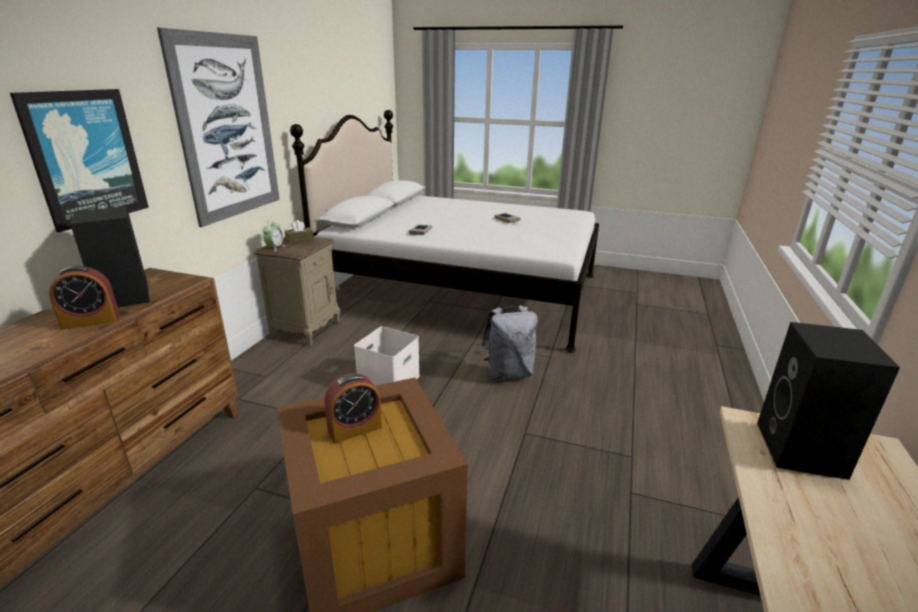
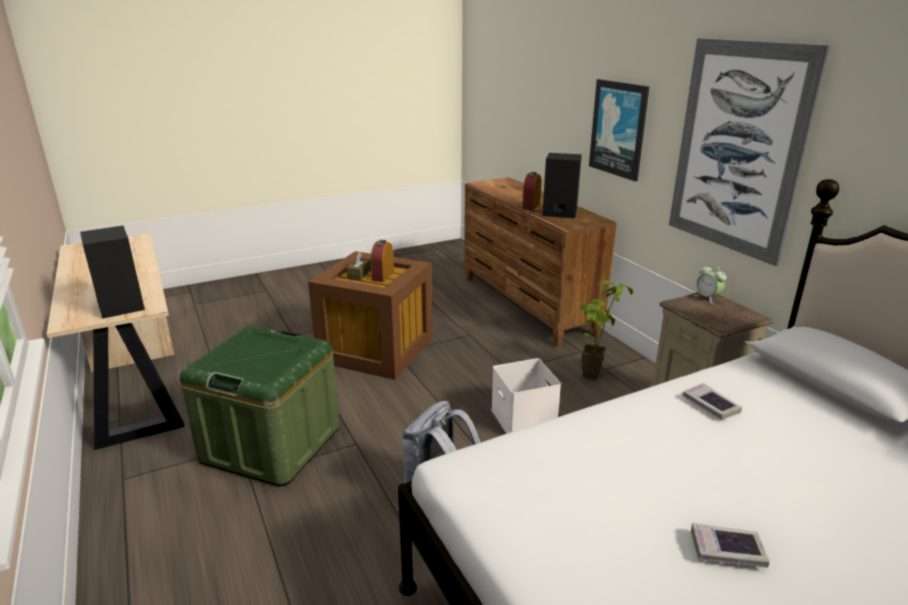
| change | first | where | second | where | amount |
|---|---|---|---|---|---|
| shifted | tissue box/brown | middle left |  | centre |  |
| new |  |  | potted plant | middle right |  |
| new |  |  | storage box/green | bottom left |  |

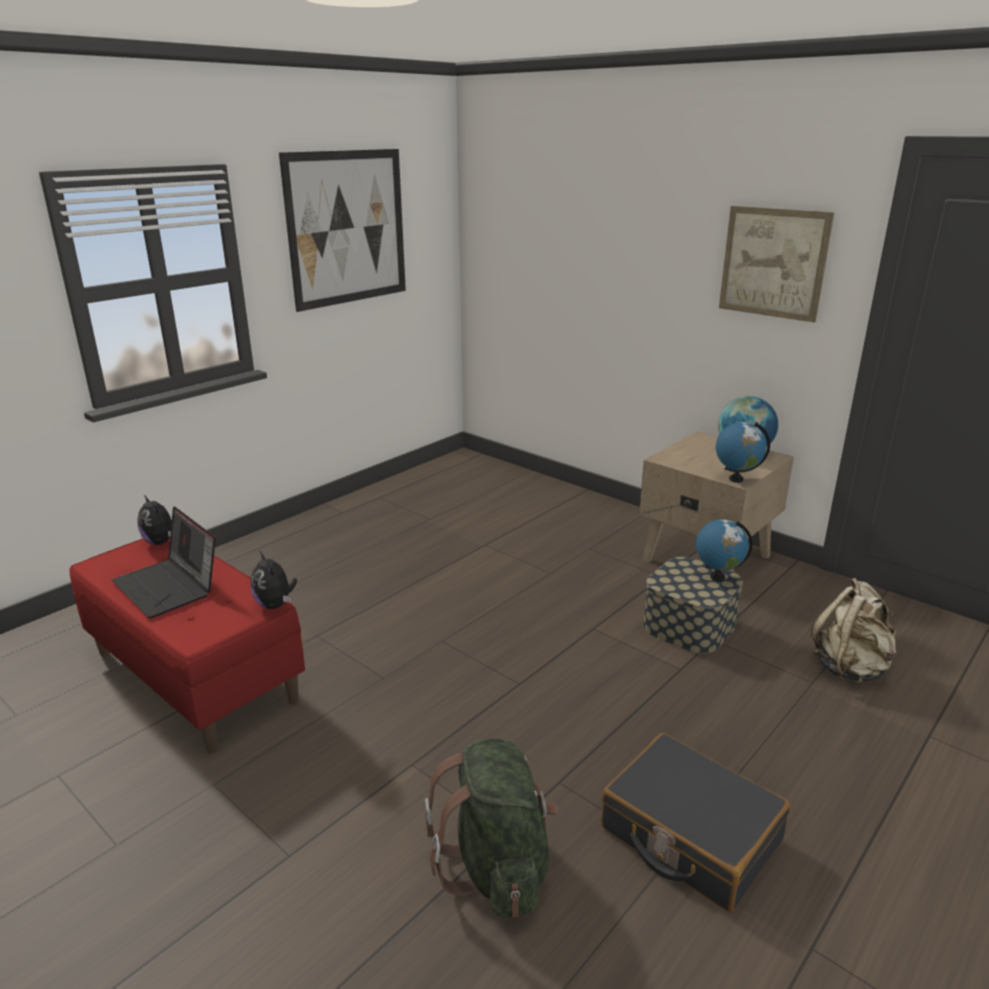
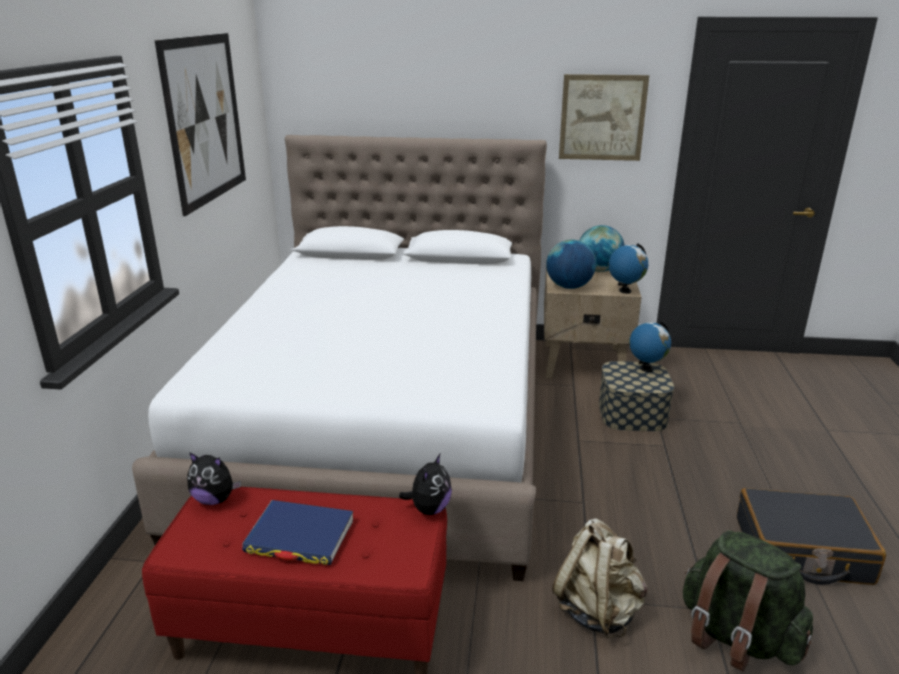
| change | first | where | second | where | amount |
|---|---|---|---|---|---|
| swapped | laptop | middle left | book/blue | bottom left |  |
| rotated | plush toy (no. 2 from left) | middle left |  | bottom centre | 90 degrees counterclockwise |
| shifted | backpack/beige | middle right |  | bottom centre |  |
| new |  |  | bed/white | centre |  |
| new |  |  | globe (no. 1 from left) | centre |  |

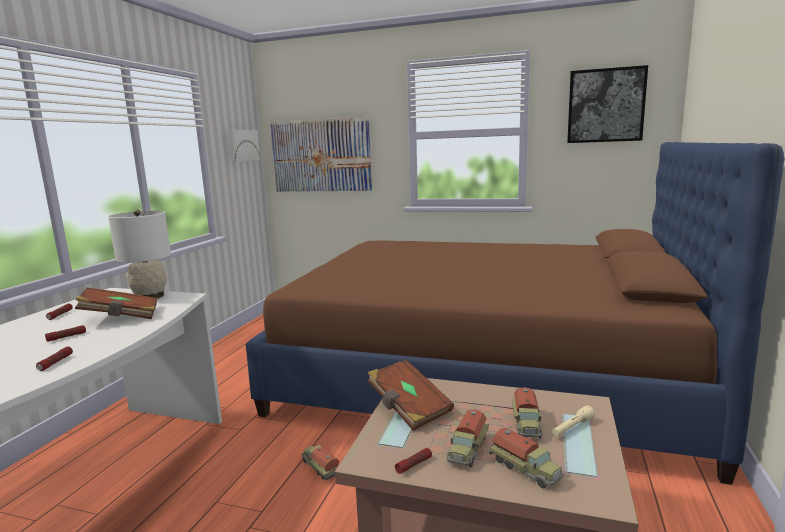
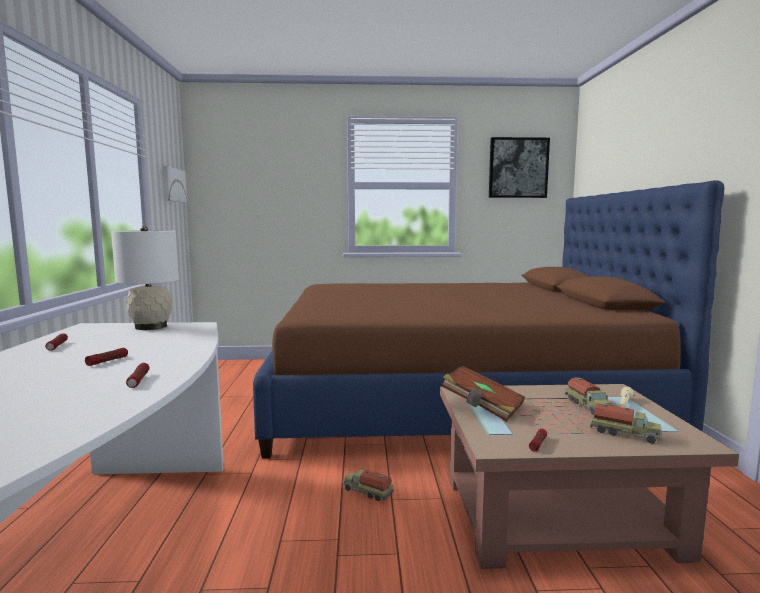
| change | first | where | second | where | amount |
|---|---|---|---|---|---|
| gone | picture (no. 2 from left) | top centre |  |  |  |
| gone | book/brown (no. 1 from left) | middle left |  |  |  |
| gone | toy truck (no. 2 from left) | bottom centre |  |  |  |

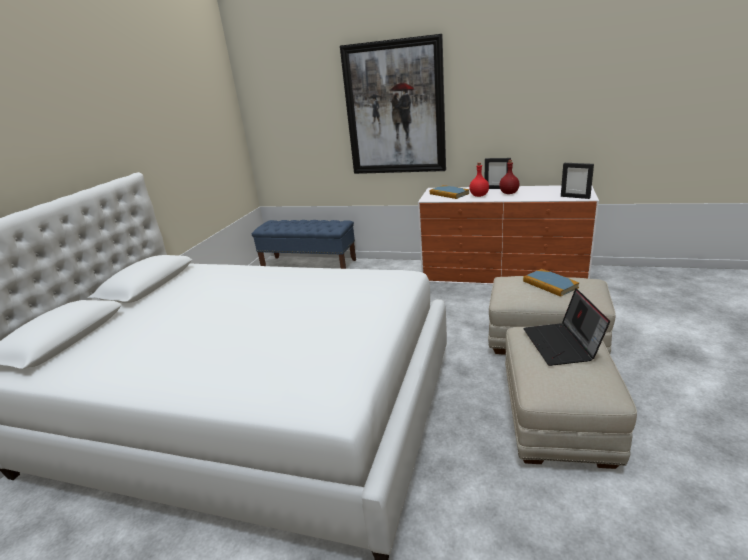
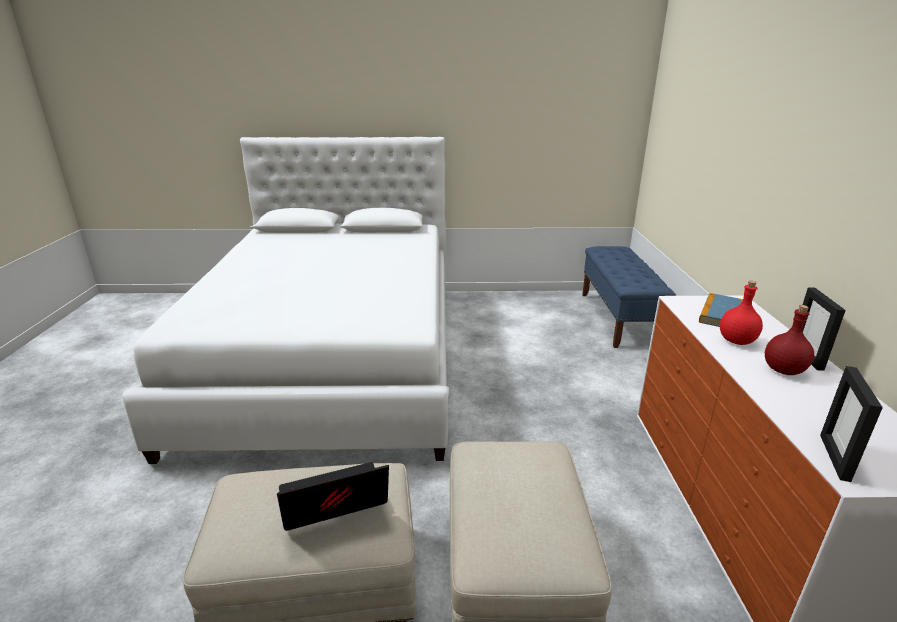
| change | first | where | second | where | amount |
|---|---|---|---|---|---|
| gone | picture | top centre |  |  |  |
| gone | book (no. 2 from left) | middle right |  |  |  |

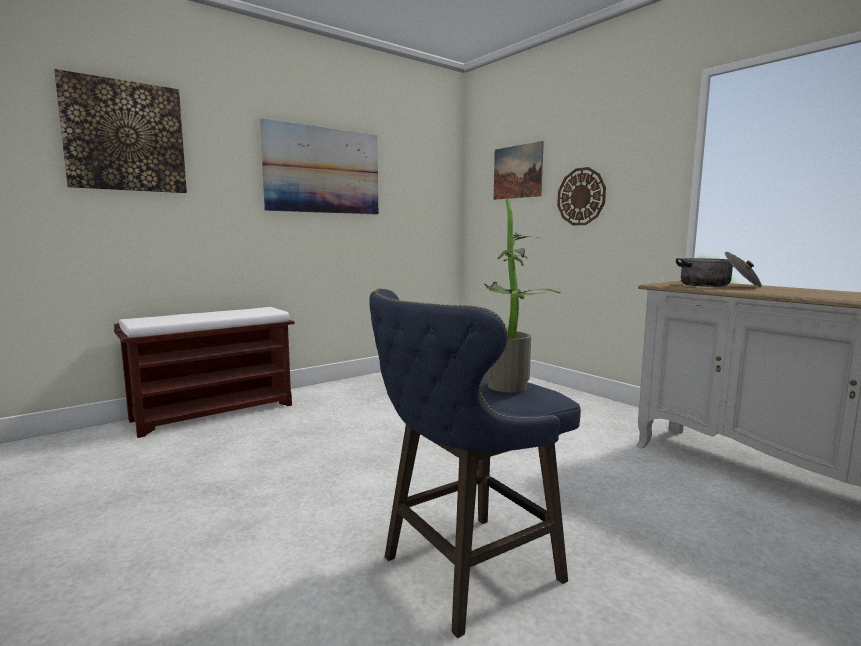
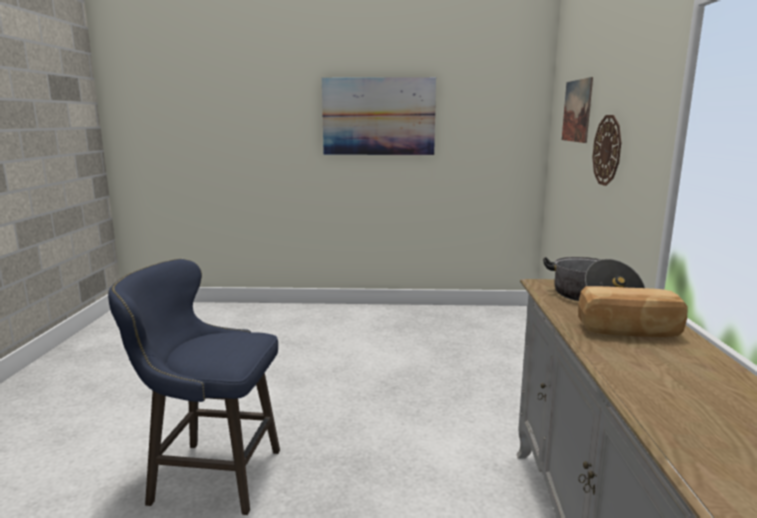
| change | first | where | second | where | amount |
|---|---|---|---|---|---|
| gone | picture (no. 1 from left) | top left |  |  |  |
| gone | potted plant | centre |  |  |  |
| gone | bench/brown | middle left |  |  |  |
| new |  |  | bread | middle right |  |

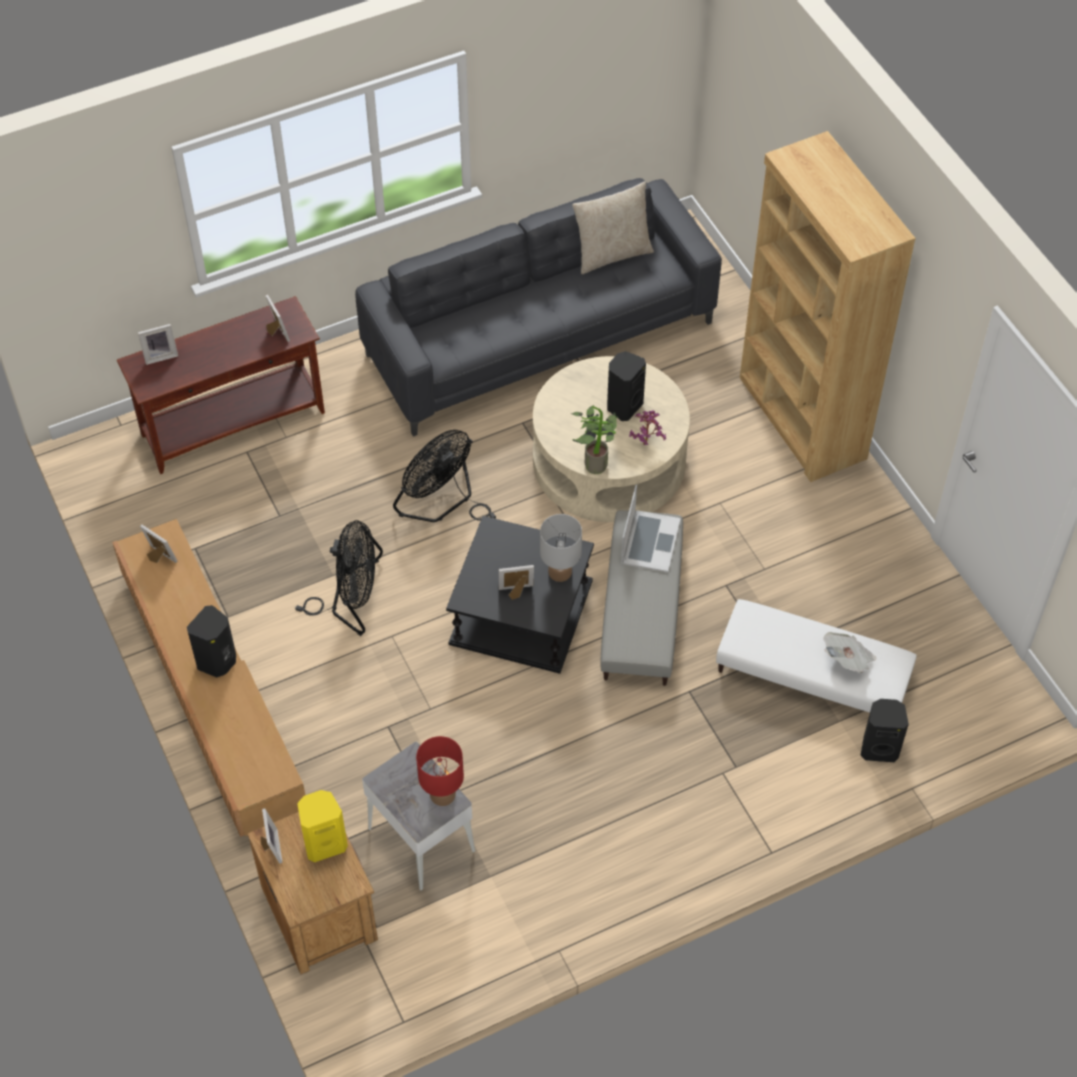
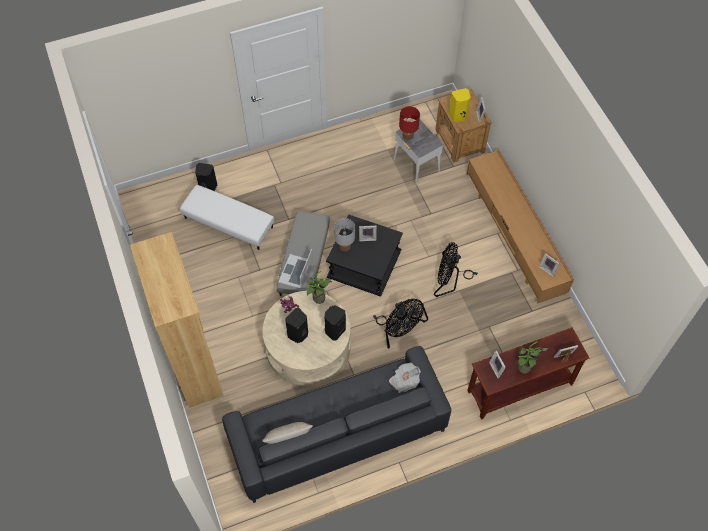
| change | first | where | second | where | amount |
|---|---|---|---|---|---|
| shifted | speaker/black (no. 1 from left in the first image) | middle left | speaker/black (no. 3 from left) | centre |  |
| shifted | newspaper | middle right |  | bottom centre |  |
| new |  |  | potted plant (no. 3 from left) | bottom right |  |

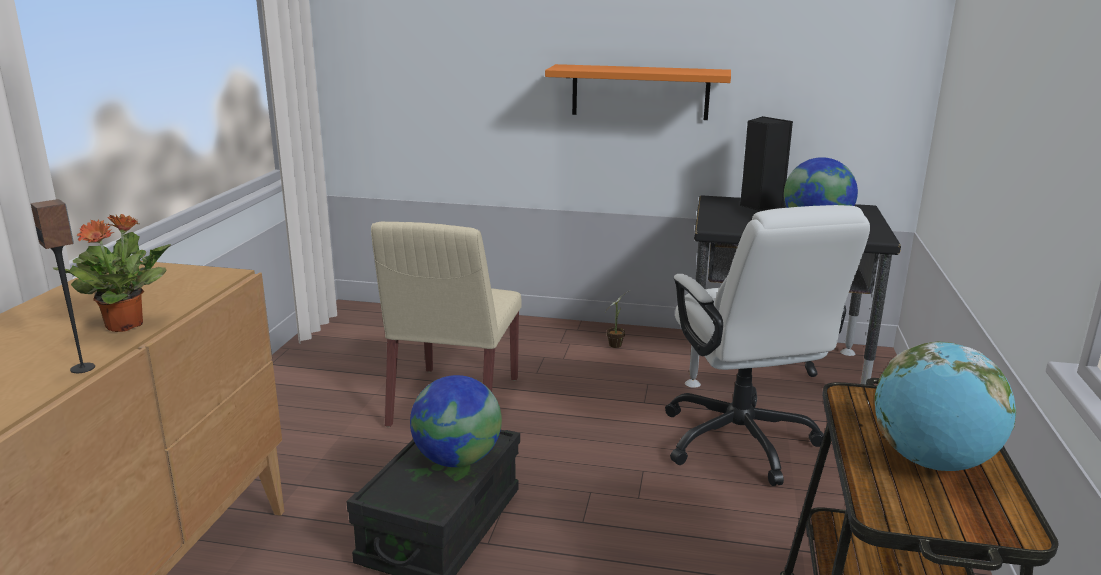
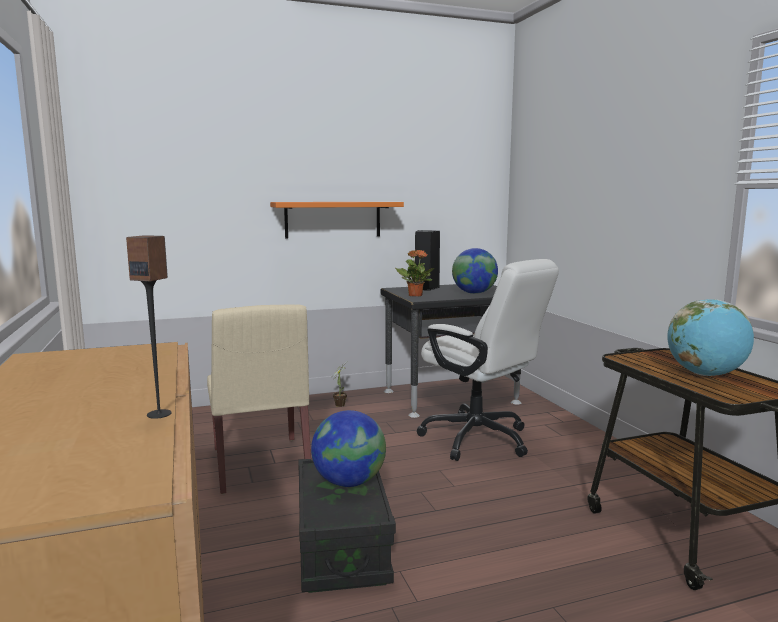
| change | first | where | second | where | amount |
|---|---|---|---|---|---|
| shifted | potted plant (no. 1 from left in the first image) | middle left | potted plant (no. 2 from left) | centre |  |

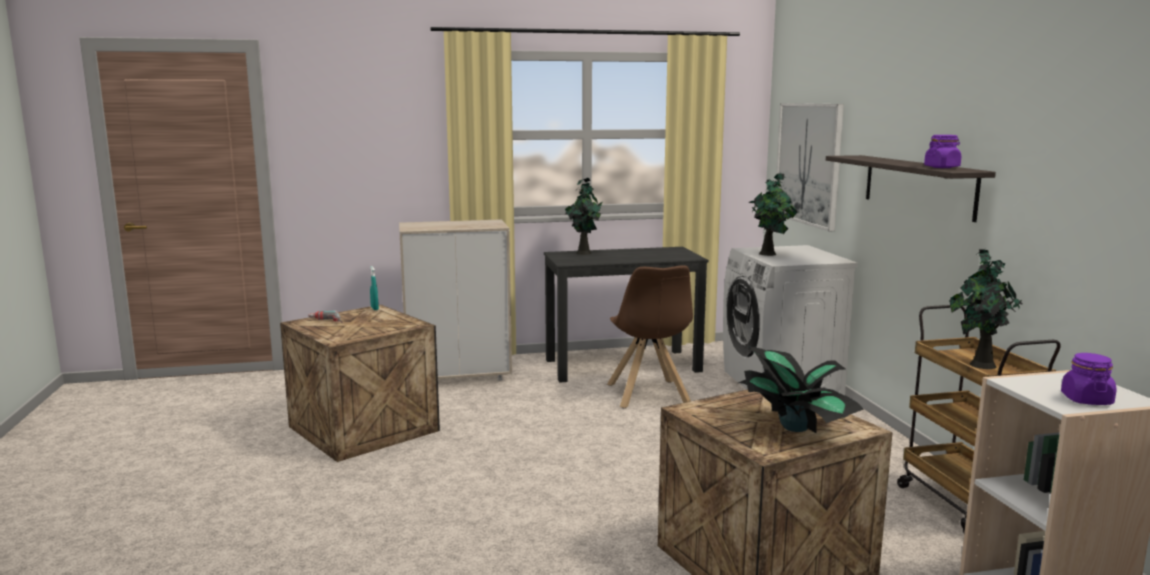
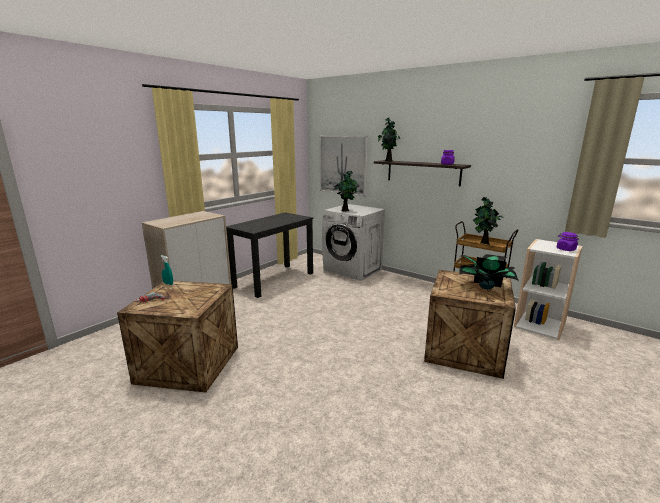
| change | first | where | second | where | amount |
|---|---|---|---|---|---|
| shifted | potted plant (no. 1 from left in the first image) | centre | potted plant (no. 2 from left) | top centre |  |
| gone | chair/brown | centre |  |  |  |

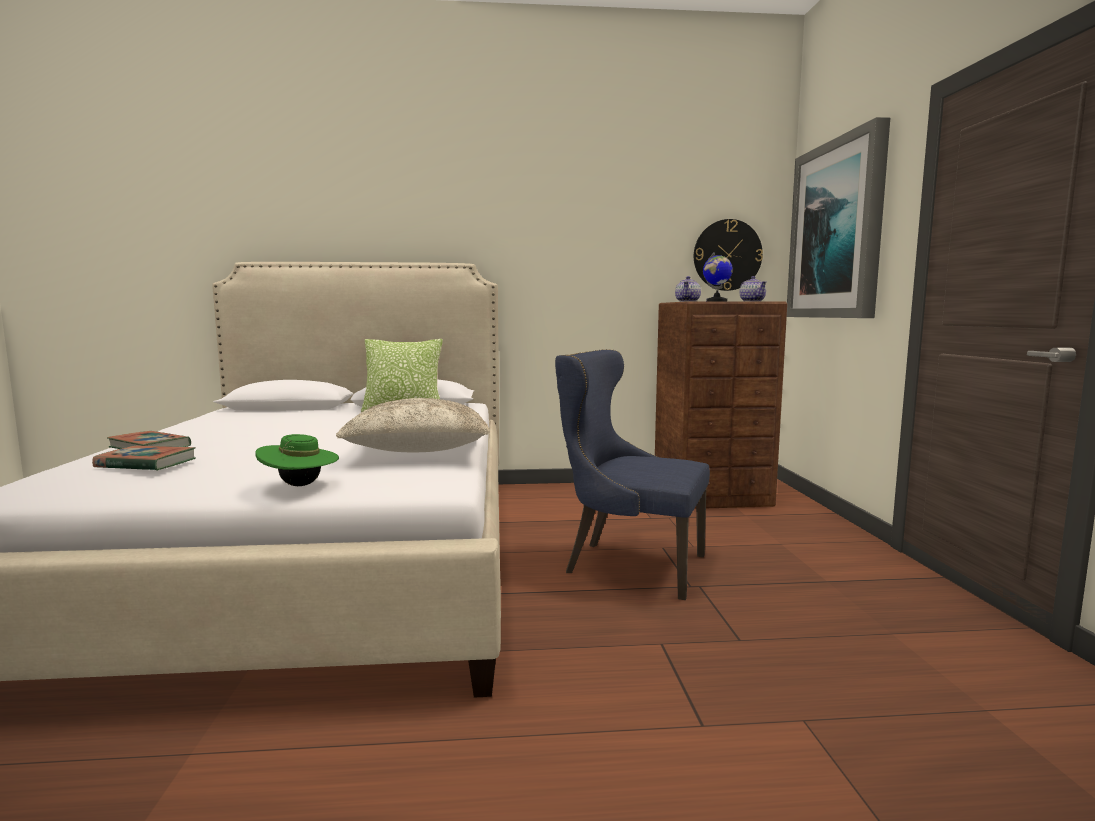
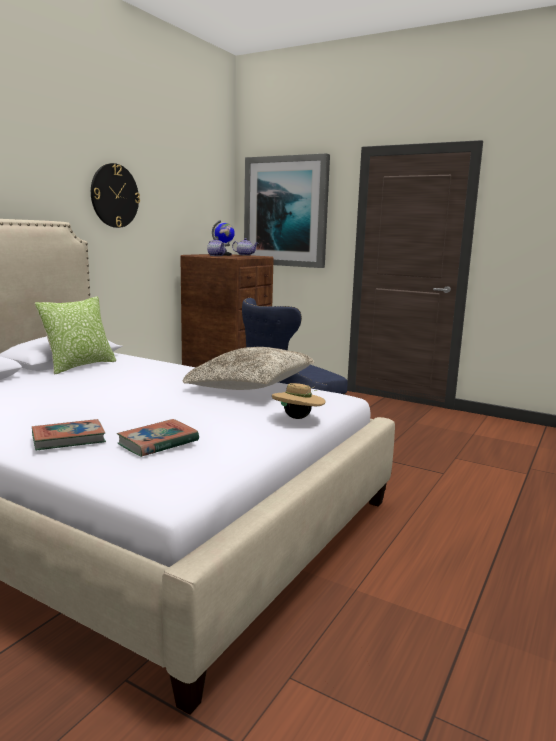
| change | first | where | second | where | amount |
|---|---|---|---|---|---|
| shifted | wall clock | top centre |  | top left |  |
| repainted | hat/green | middle left | hat/beige | centre |  |

